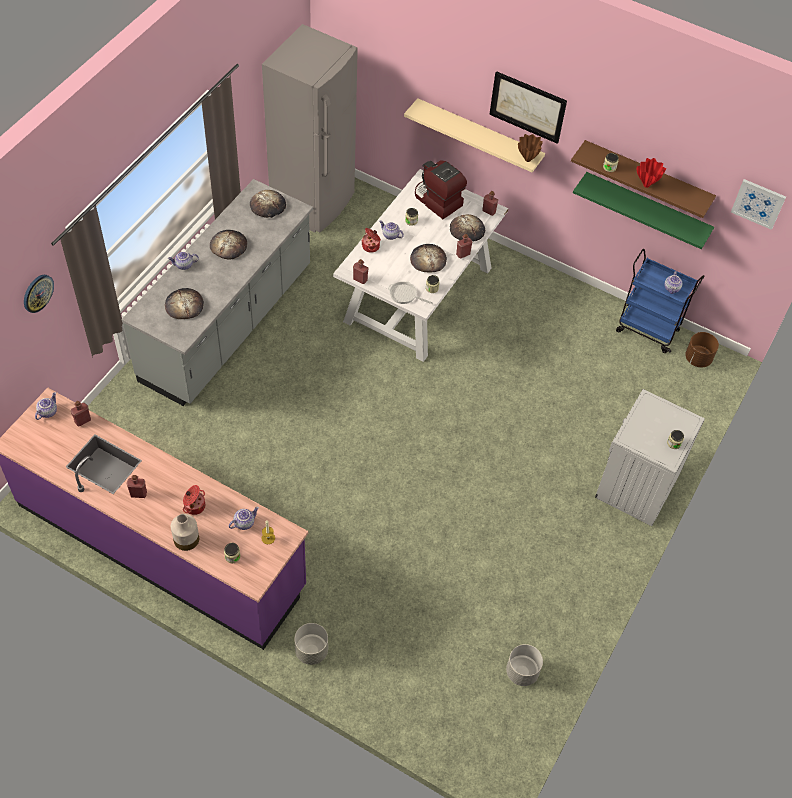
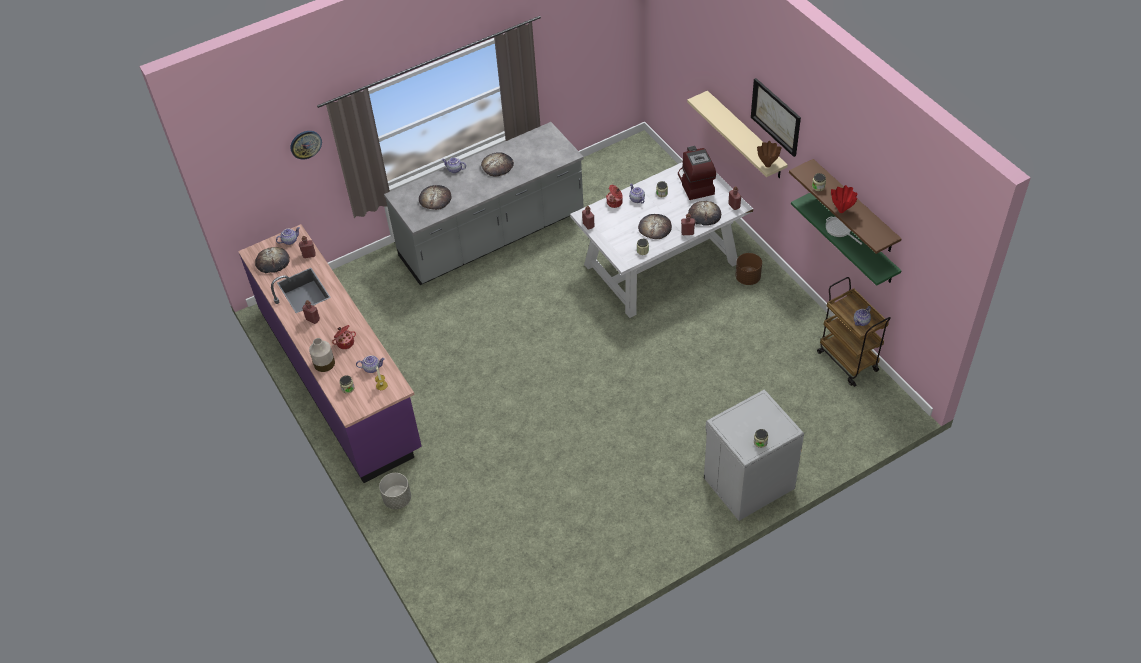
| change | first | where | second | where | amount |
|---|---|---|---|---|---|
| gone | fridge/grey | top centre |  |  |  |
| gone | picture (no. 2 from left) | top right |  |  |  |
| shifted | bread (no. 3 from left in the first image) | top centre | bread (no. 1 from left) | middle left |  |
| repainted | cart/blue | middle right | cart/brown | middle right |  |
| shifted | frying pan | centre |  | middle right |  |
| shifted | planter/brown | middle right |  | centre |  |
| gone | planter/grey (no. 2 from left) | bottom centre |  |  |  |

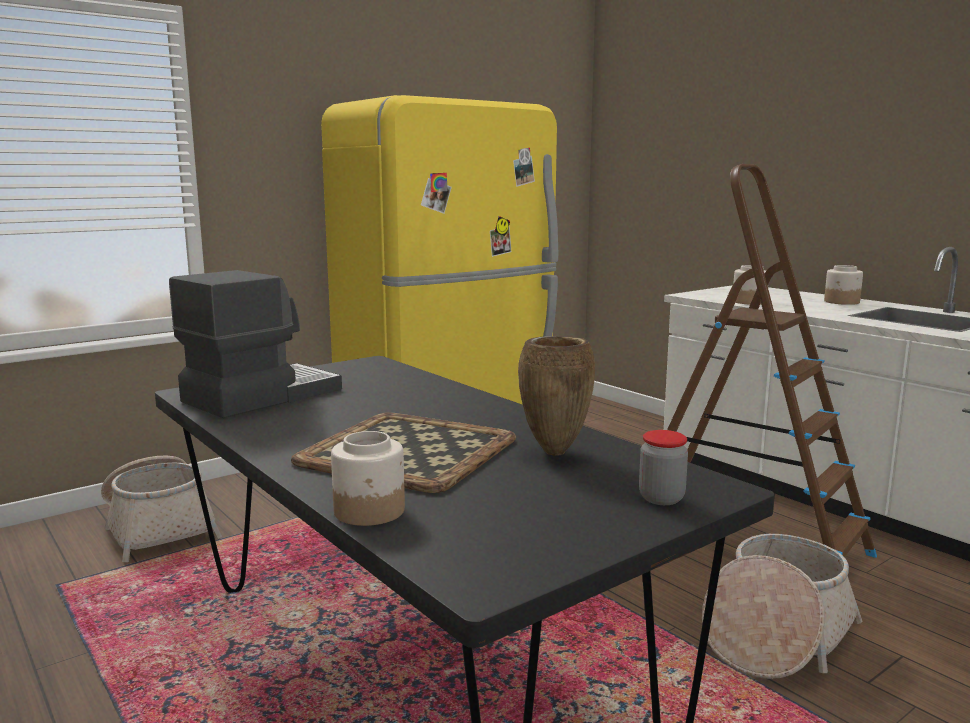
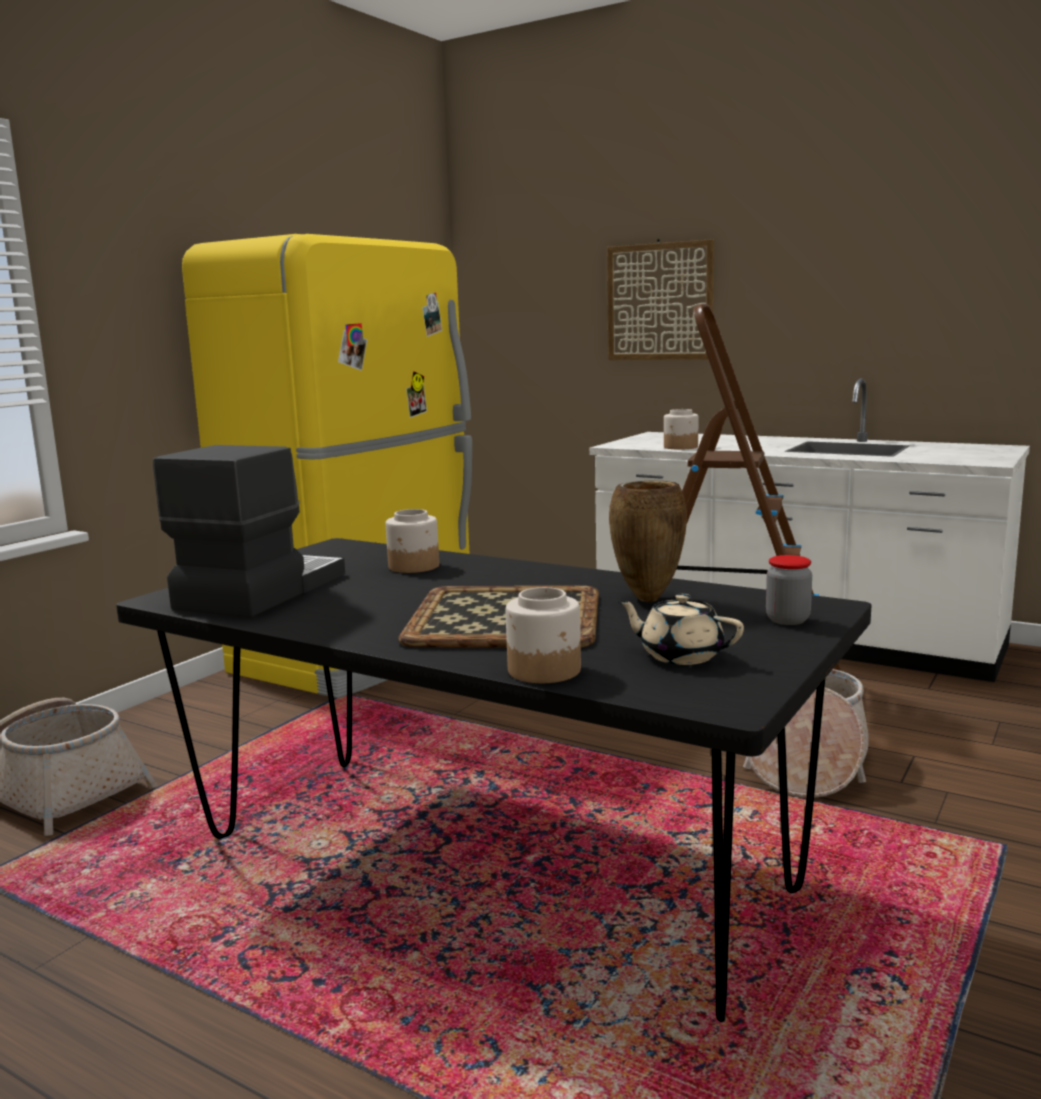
| change | first | where | second | where | amount |
|---|---|---|---|---|---|
| shifted | jar (no. 4 from left in the first image) | middle right | jar (no. 1 from left) | centre |  |
| new |  |  | picture | top centre |  |
| new |  |  | teapot/beige | centre |  |

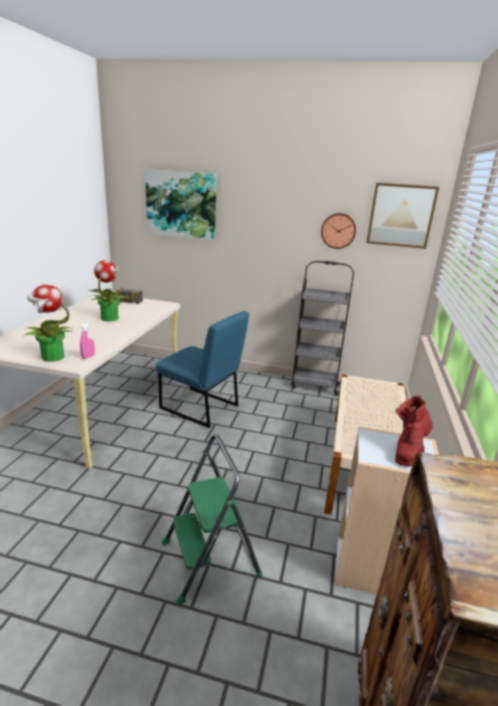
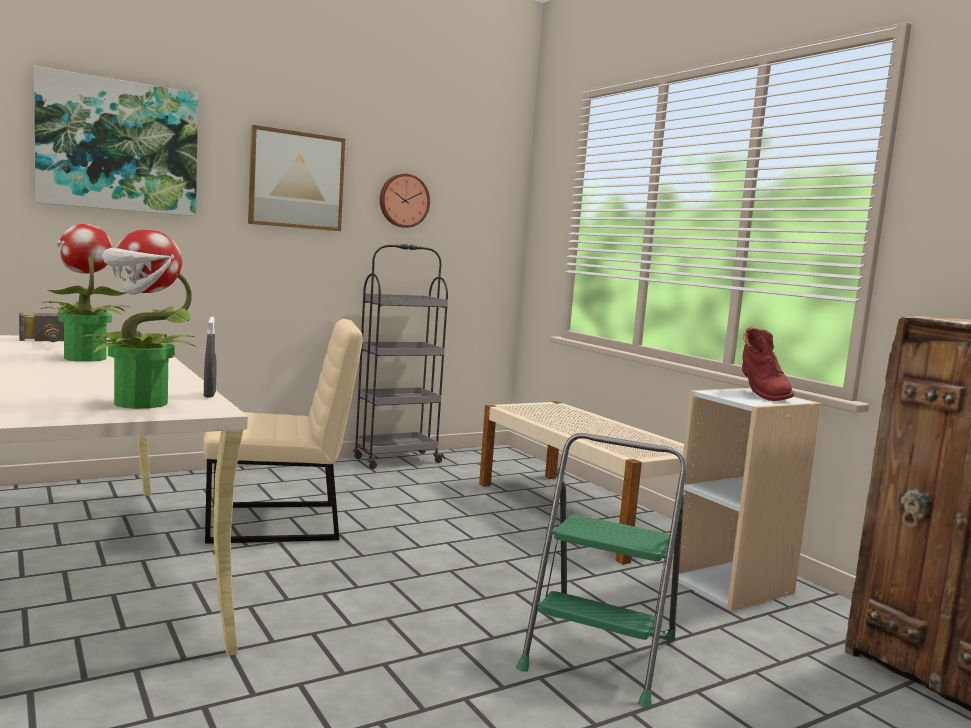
| change | first | where | second | where | amount |
|---|---|---|---|---|---|
| shifted | picture (no. 2 from left) | top right |  | top left |  |
| repainted | chair/blue | centre | chair/beige | middle left |  |
| repainted | spray bottle/pink | middle left | spray bottle/grey | middle left |  |

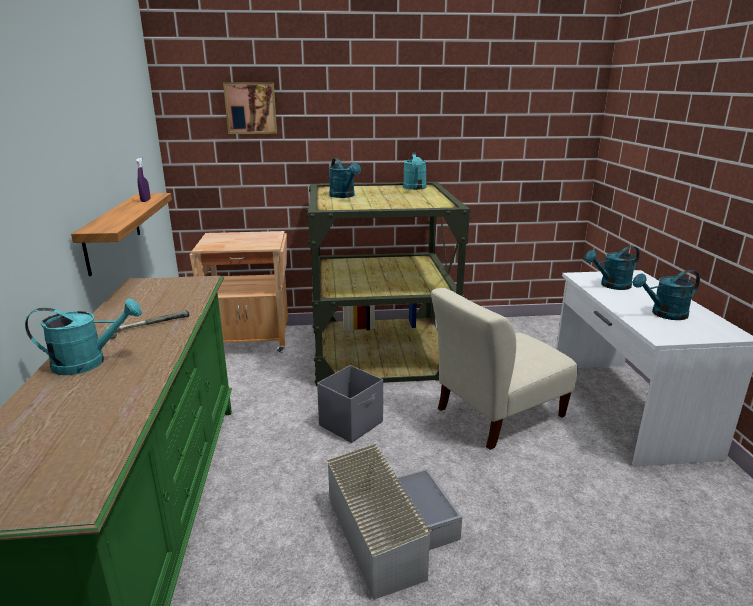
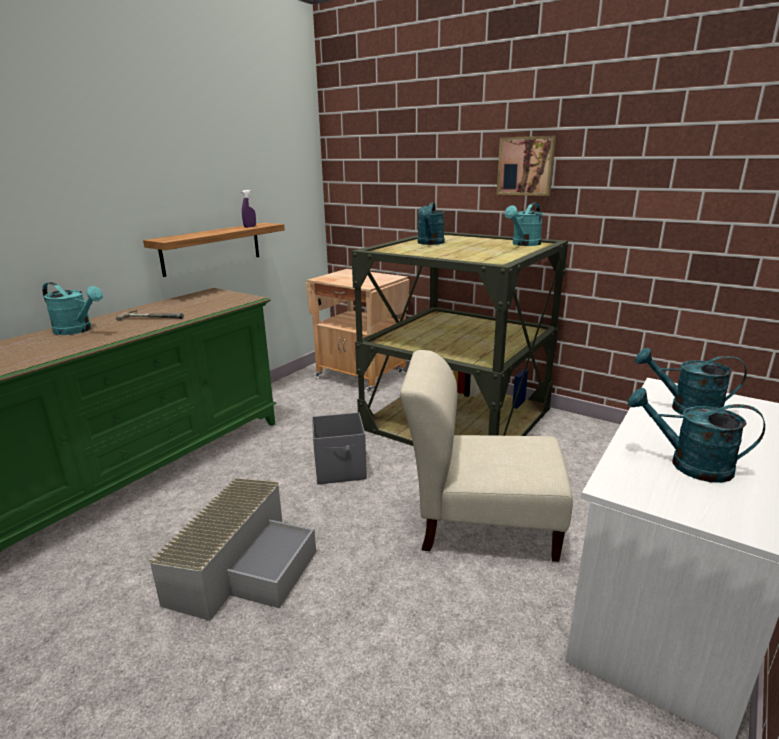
| change | first | where | second | where | amount |
|---|---|---|---|---|---|
| shifted | picture | top left |  | top right |  |

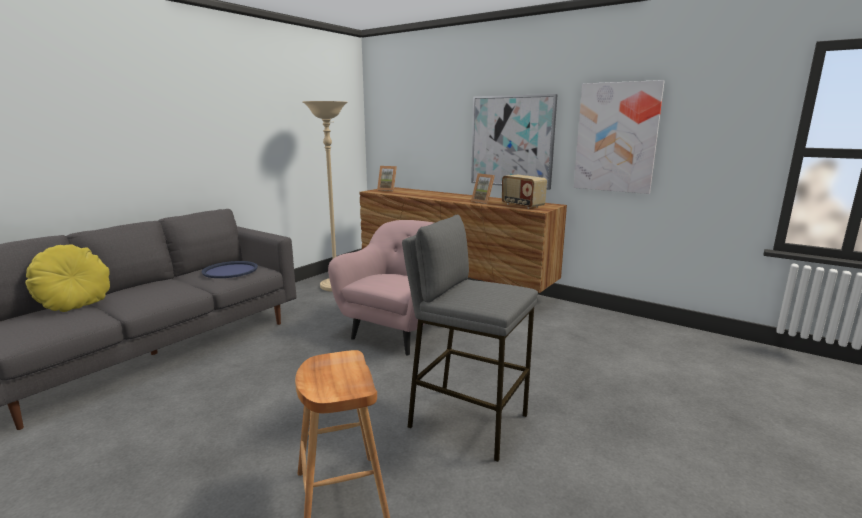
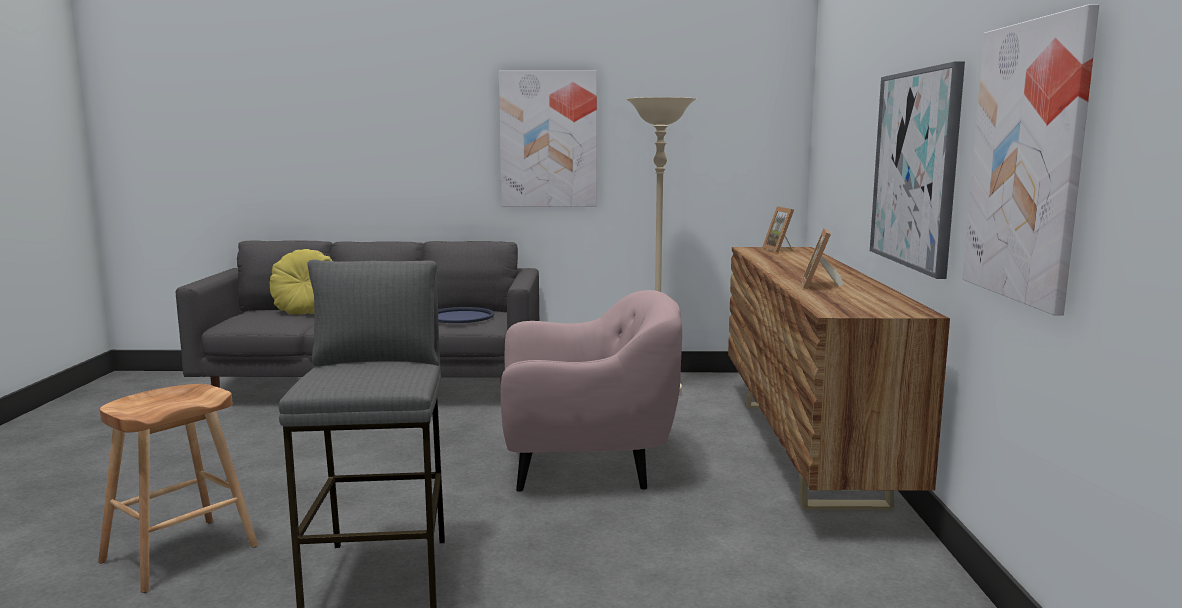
| change | first | where | second | where | amount |
|---|---|---|---|---|---|
| gone | radio | centre |  |  |  |
| new |  |  | picture (no. 1 from left) | top centre |  |

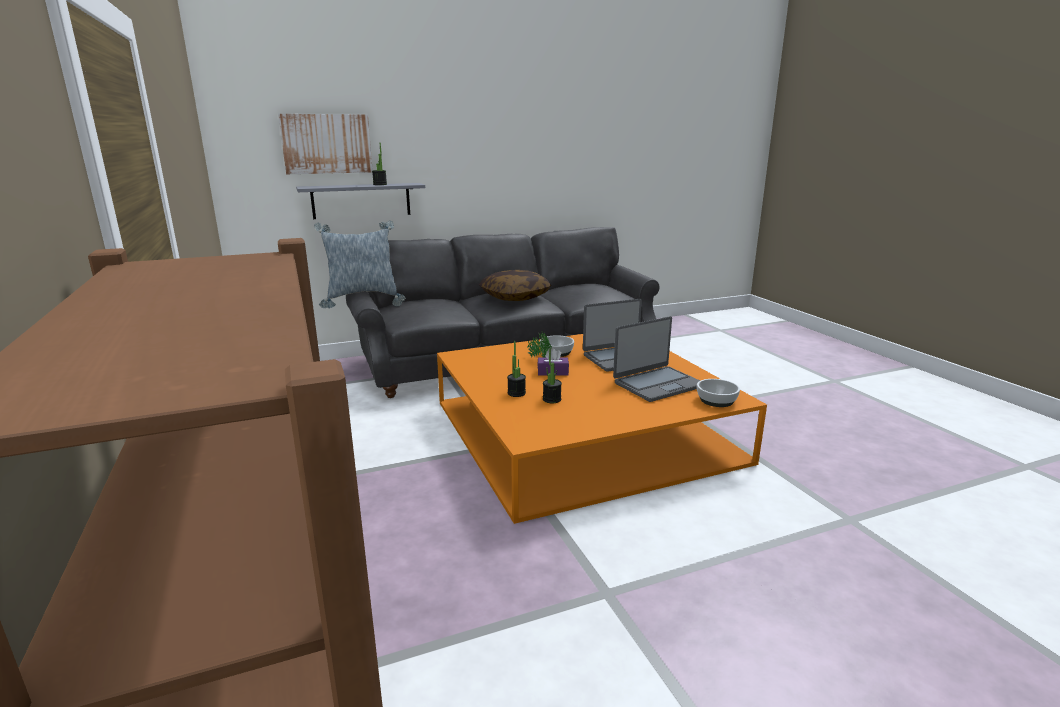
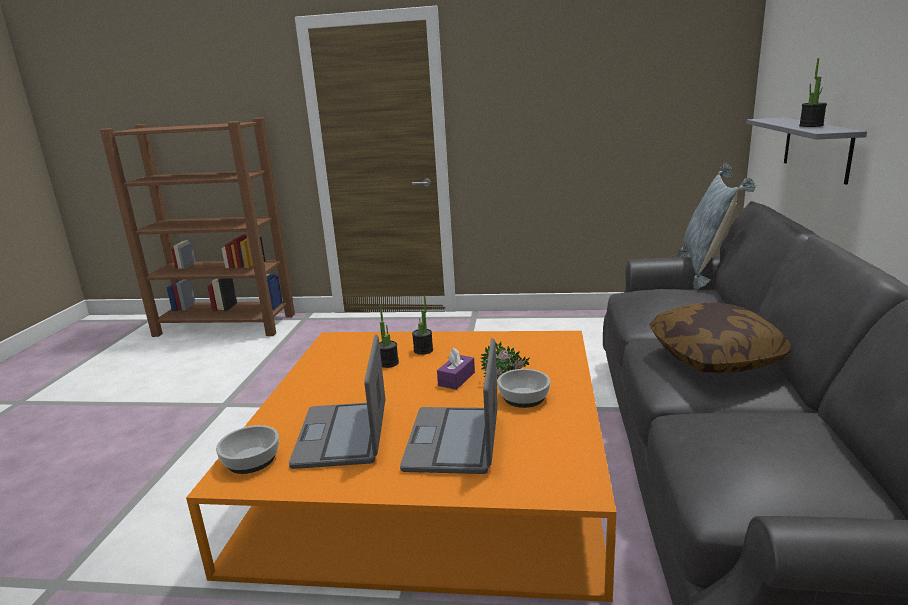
| change | first | where | second | where | amount |
|---|---|---|---|---|---|
| gone | picture | top left |  |  |  |

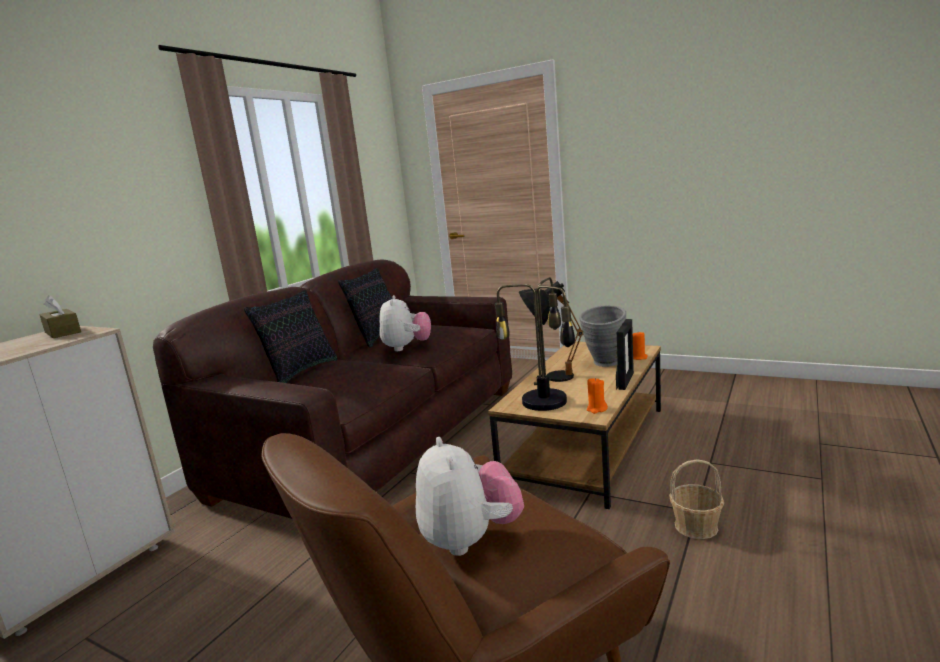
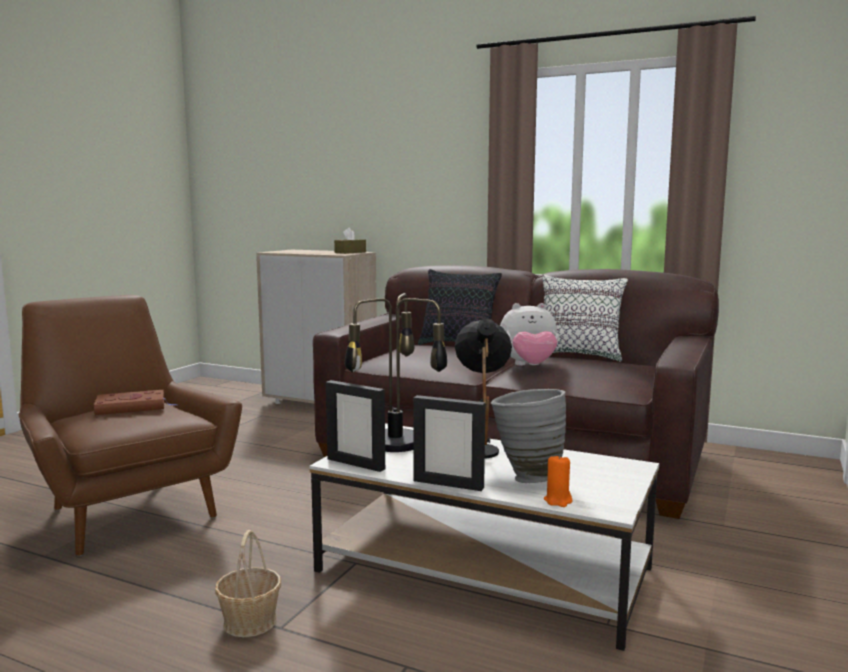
| change | first | where | second | where | amount |
|---|---|---|---|---|---|
| repainted | pillow/black (no. 2 from left) | centre | pillow/white | middle right |  |
| repainted | coffee table/brown | centre | coffee table/white | bottom centre |  |
| swapped | candle/orange (no. 1 from left) | centre | picture frame (no. 1 from left) | centre |  |
| swapped | plush toy (no. 2 from left) | bottom centre | book/brown | middle left |  |

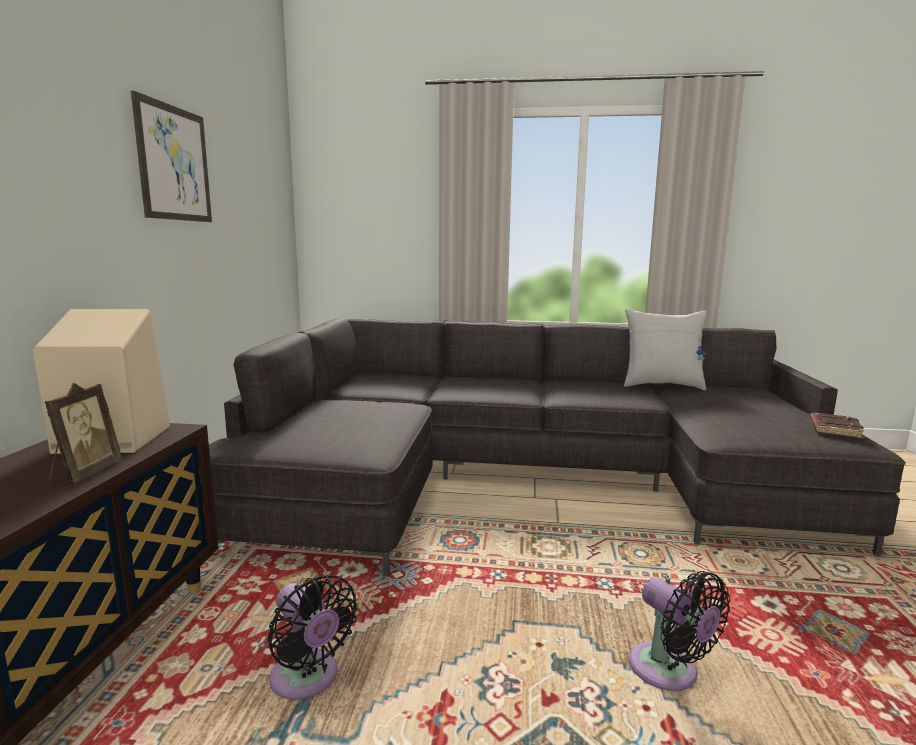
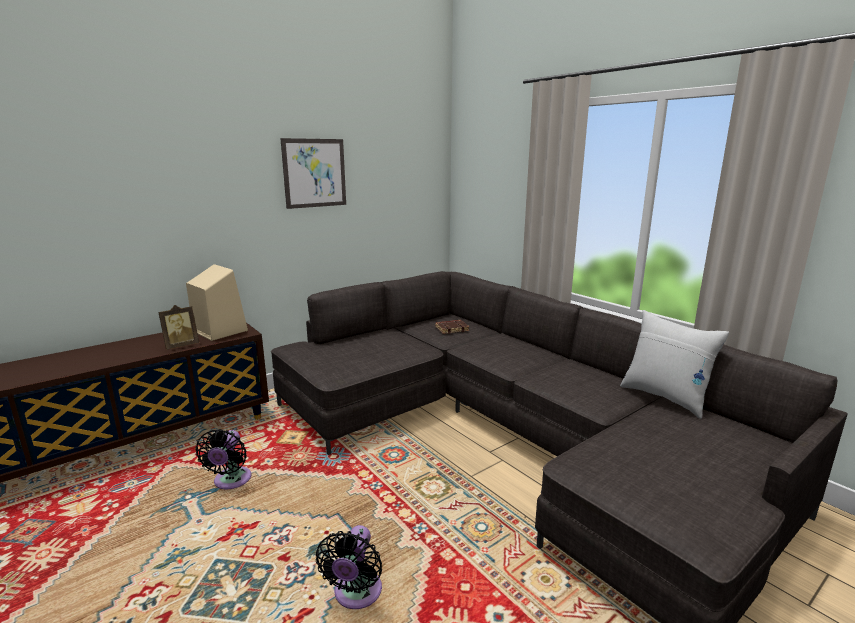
| change | first | where | second | where | amount |
|---|---|---|---|---|---|
| shifted | book/brown | middle right |  | centre |  |

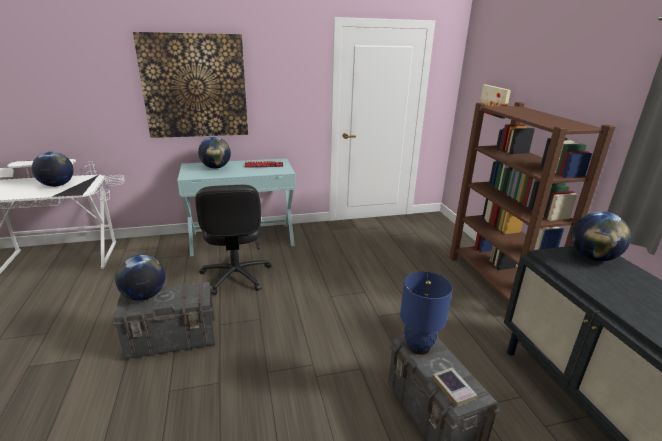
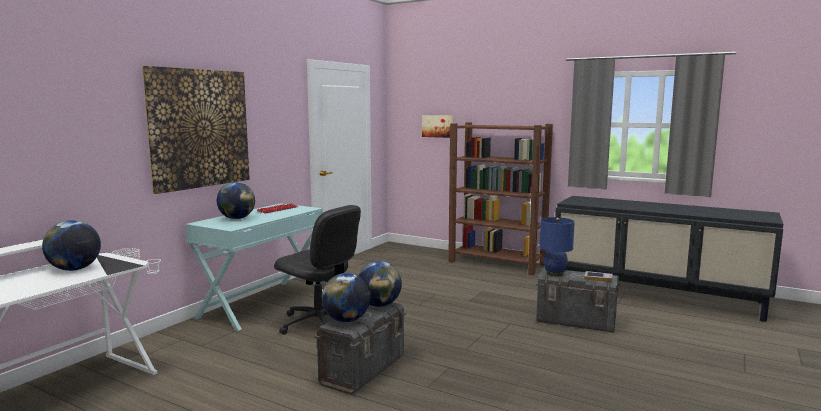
| change | first | where | second | where | amount |
|---|---|---|---|---|---|
| shifted | globe (no. 4 from left) | middle right |  | bottom centre |  |

